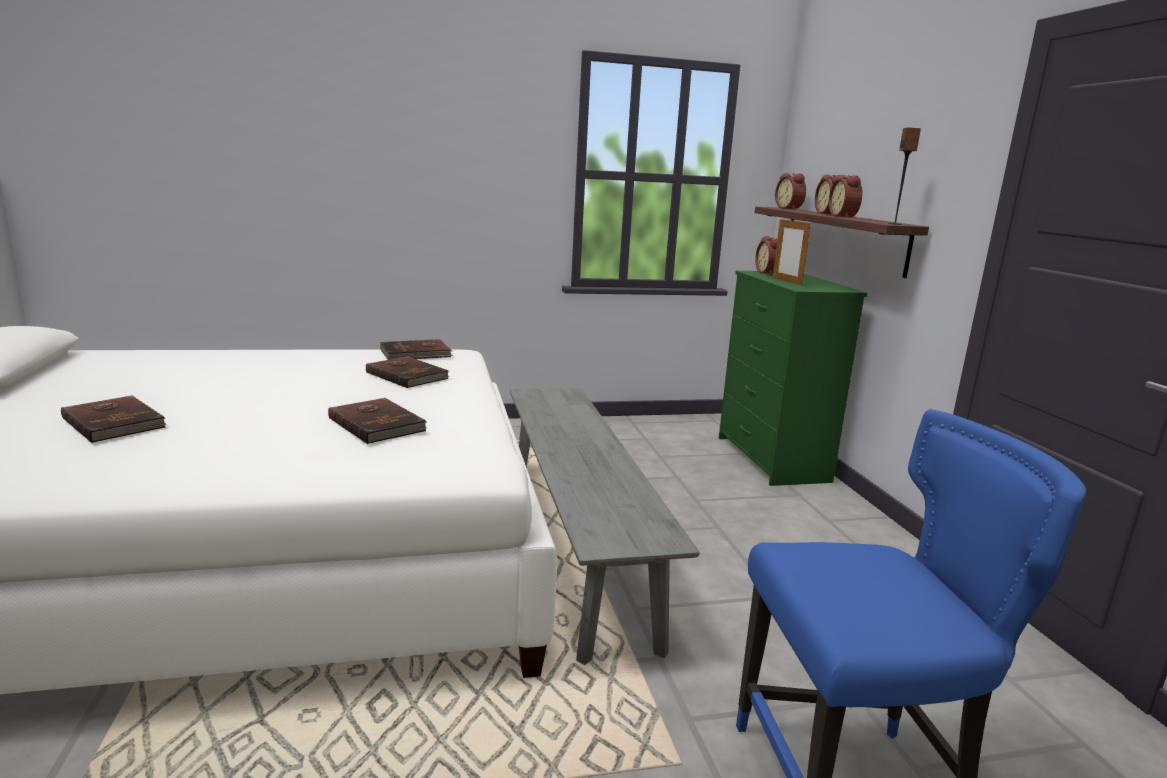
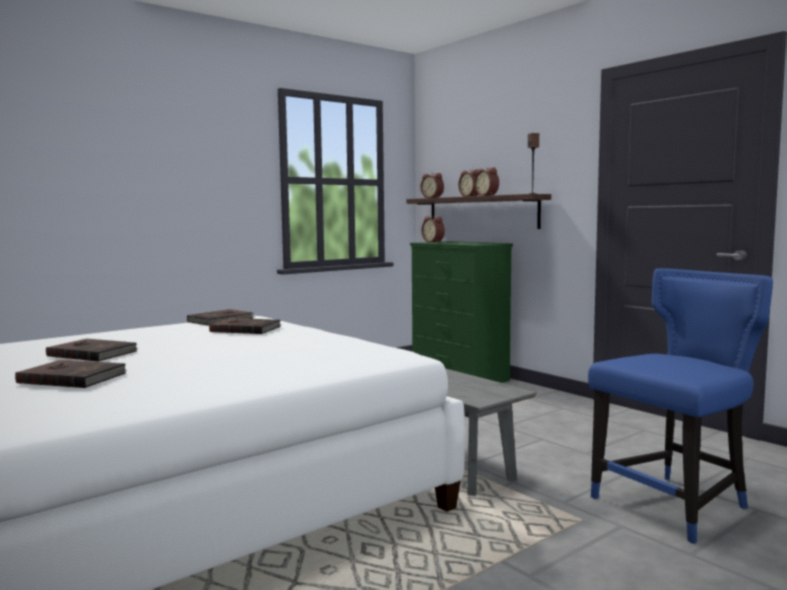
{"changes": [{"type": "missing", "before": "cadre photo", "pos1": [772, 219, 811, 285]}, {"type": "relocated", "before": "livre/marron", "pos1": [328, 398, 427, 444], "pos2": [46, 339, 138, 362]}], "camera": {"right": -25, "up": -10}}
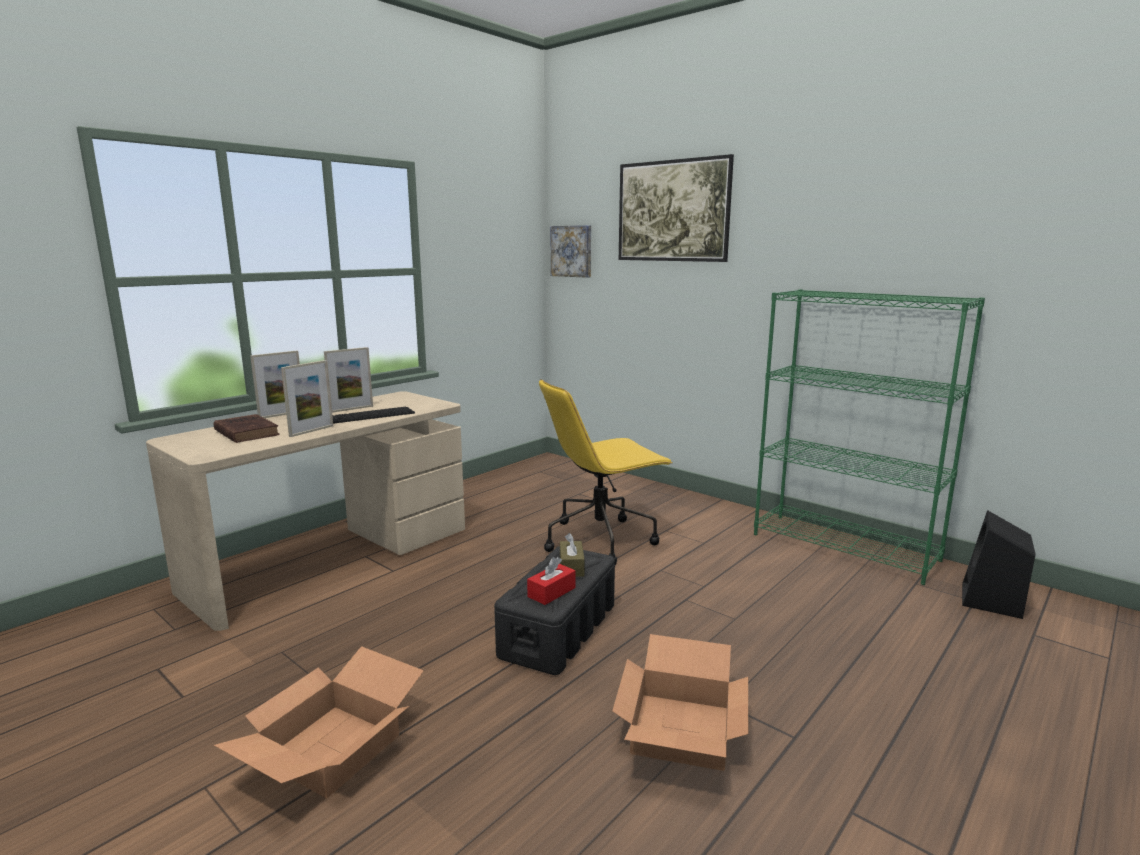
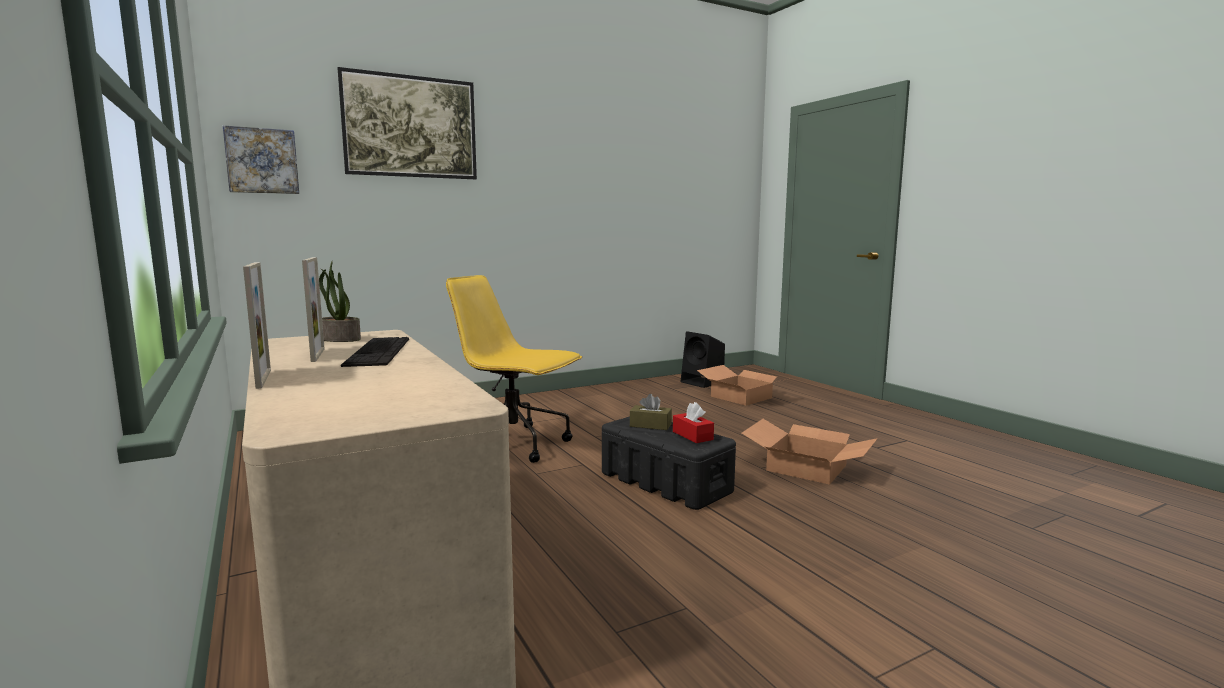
{"changes": [{"type": "missing", "before": "bibliothèque/vert", "pos1": [754, 289, 985, 585]}, {"type": "missing", "before": "cadre photo", "pos1": [281, 360, 333, 437]}, {"type": "spun", "before": "chaise de bureau/jaune", "pos1": [539, 379, 673, 565], "pos2": [446, 275, 582, 463], "turn": 120}, {"type": "missing", "before": "livre/marron", "pos1": [214, 414, 280, 443]}, {"type": "relocated", "before": "carton", "pos1": [214, 646, 424, 798], "pos2": [697, 365, 790, 406]}, {"type": "appeared", "after": "plante en pot", "pos2": [319, 260, 361, 342]}], "camera": {"right": -70, "up": -5}}
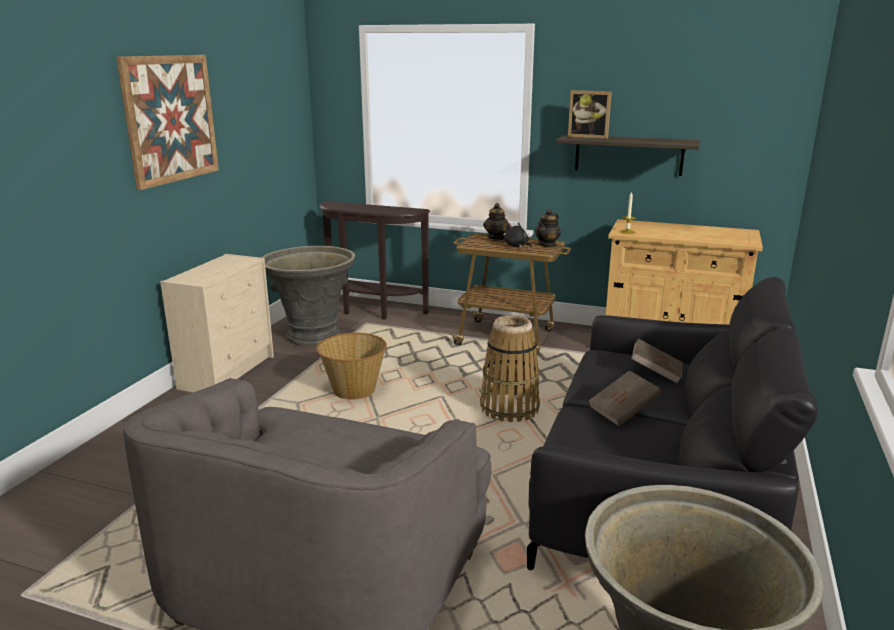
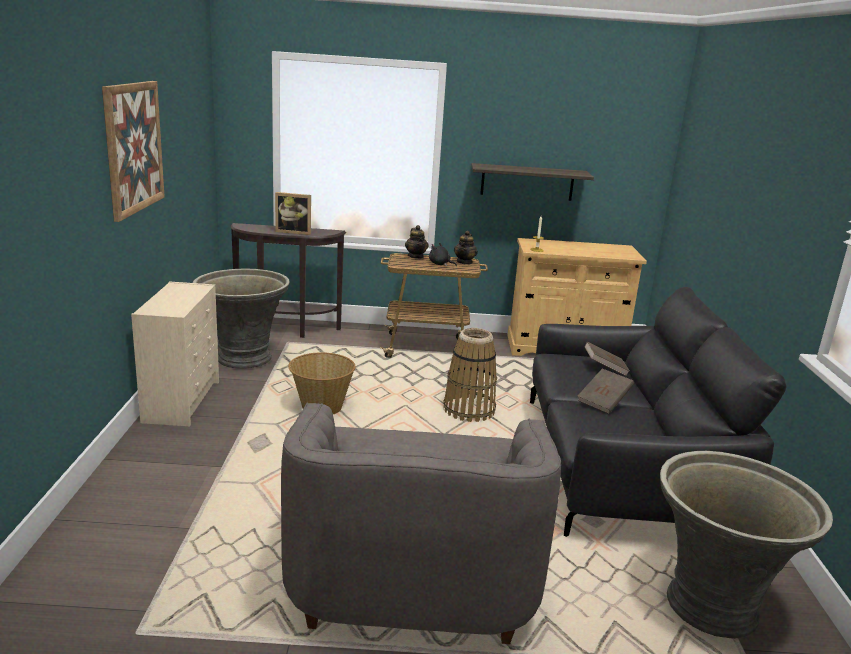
{"changes": [{"type": "relocated", "before": "cadre photo", "pos1": [568, 90, 612, 139], "pos2": [275, 192, 311, 235]}], "camera": {"right": -20, "up": 0}}
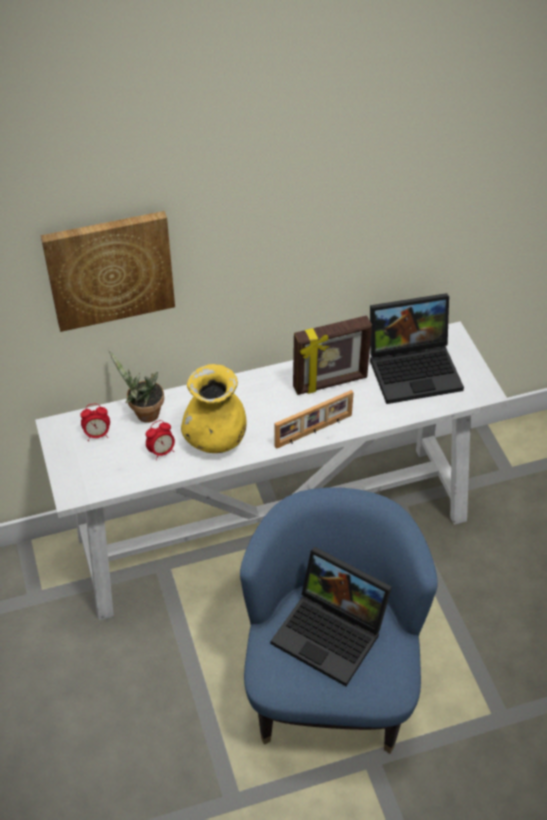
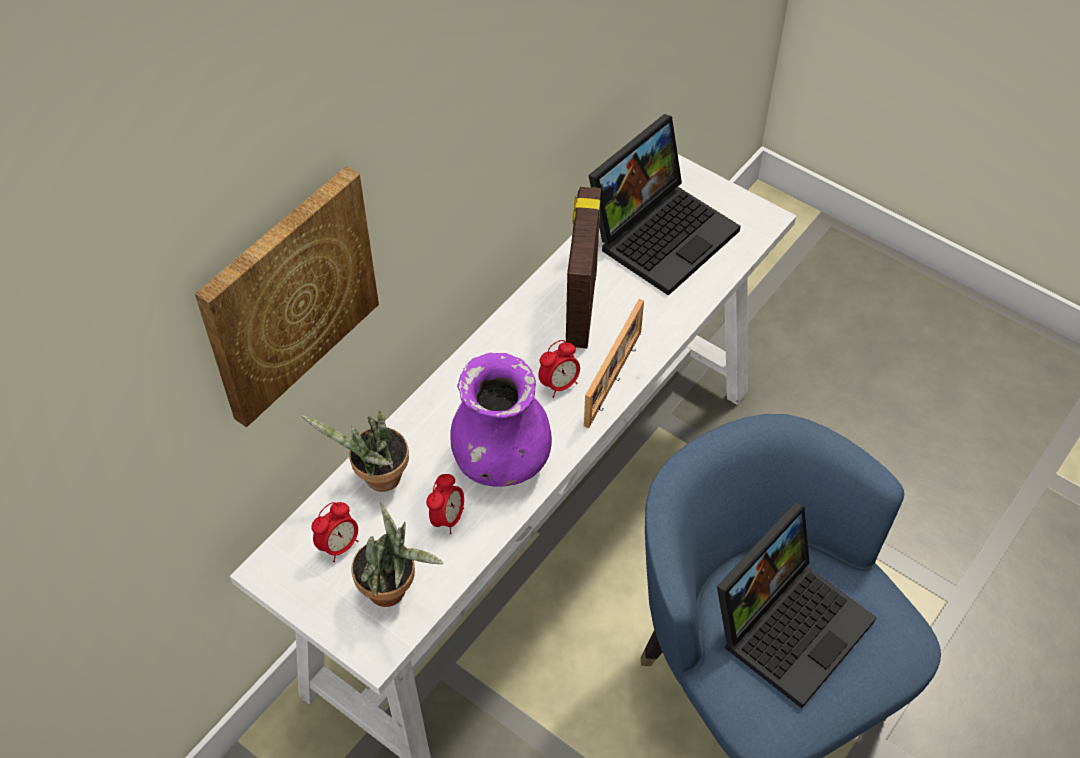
{"changes": [{"type": "spun", "before": "cadre photo", "pos1": [293, 315, 372, 395], "pos2": [566, 187, 601, 348], "turn": 150}, {"type": "colour", "before": "vase/jaune", "after": "vase/violet", "pos1": [181, 364, 247, 453], "pos2": [450, 353, 552, 487]}, {"type": "spun", "before": "ordinateur portable", "pos1": [271, 547, 392, 686], "pos2": [717, 502, 877, 708], "turn": -45}, {"type": "appeared", "after": "réveil", "pos2": [538, 340, 580, 398]}, {"type": "appeared", "after": "plante en pot", "pos2": [351, 503, 443, 607]}], "camera": {"right": -35, "up": 5}}
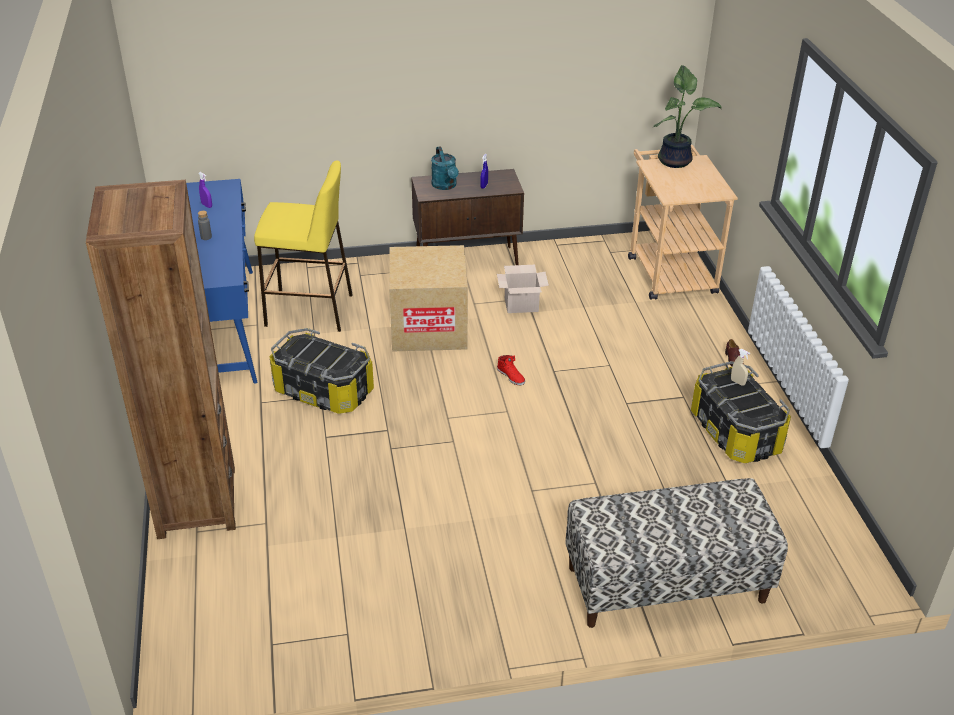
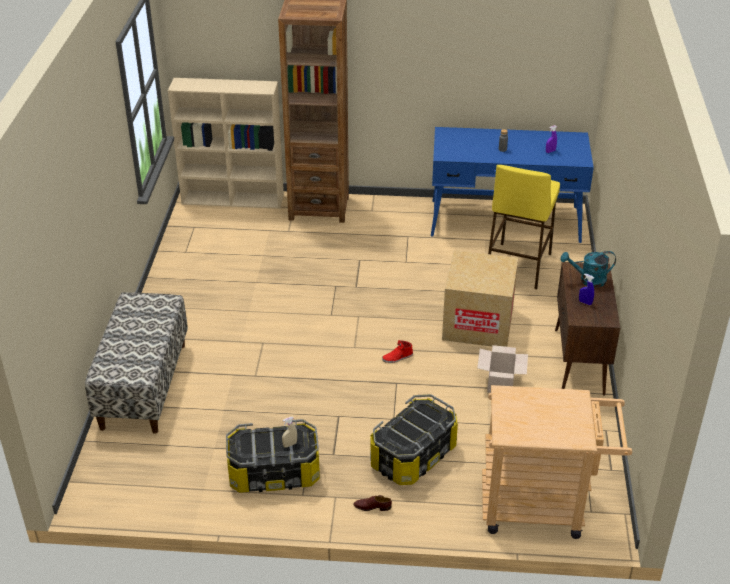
{"changes": [{"type": "missing", "before": "plante en pot", "pos1": [653, 65, 722, 168]}, {"type": "relocated", "before": "boîte de rangement", "pos1": [269, 328, 374, 414], "pos2": [370, 394, 458, 485]}, {"type": "appeared", "after": "bibliothèque/beige", "pos2": [168, 78, 284, 209]}], "camera": {"right": 105, "up": 0}}
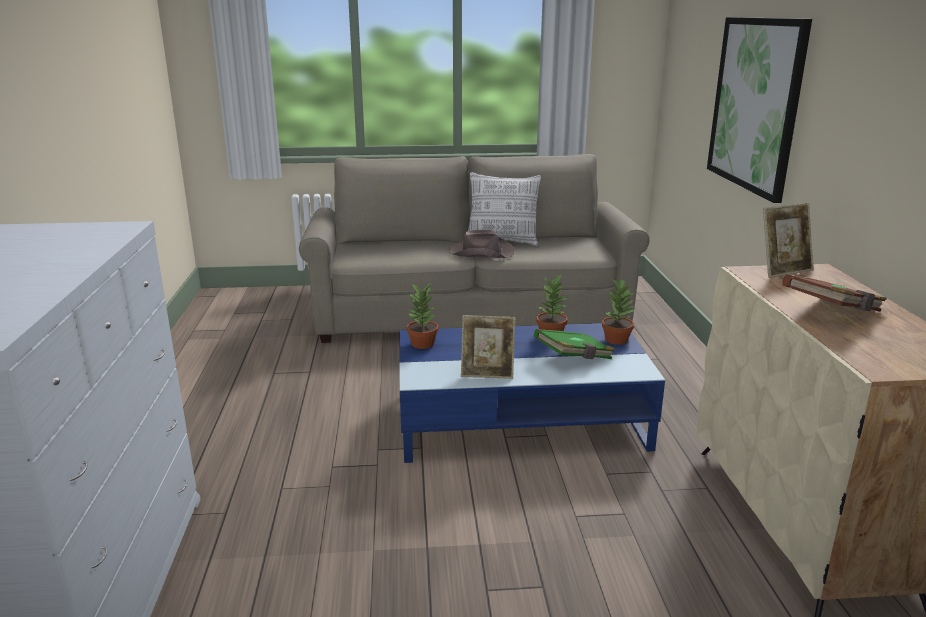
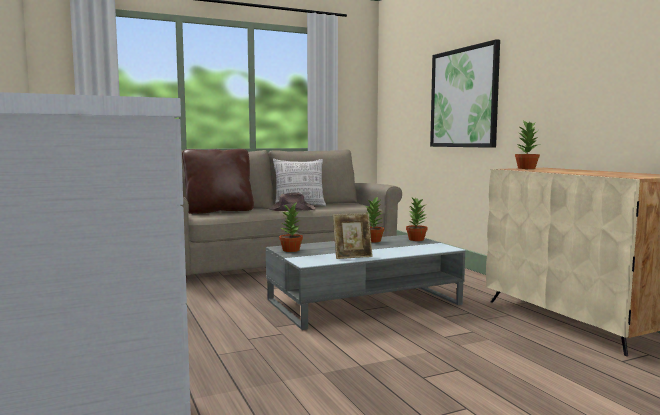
{"changes": [{"type": "exchanged", "before": "cadre photo", "after": "plante en pot", "pos1": [763, 203, 814, 278], "pos2": [515, 120, 540, 169]}, {"type": "missing", "before": "livre/marron", "pos1": [782, 274, 887, 312]}, {"type": "colour", "before": "table basse/bleu", "after": "table basse/gris", "pos1": [399, 323, 665, 463], "pos2": [266, 235, 465, 330]}, {"type": "missing", "before": "livre/vert", "pos1": [534, 329, 615, 359]}, {"type": "appeared", "after": "coussin/marron", "pos2": [182, 149, 254, 214]}], "camera": {"right": -20, "up": -15}}
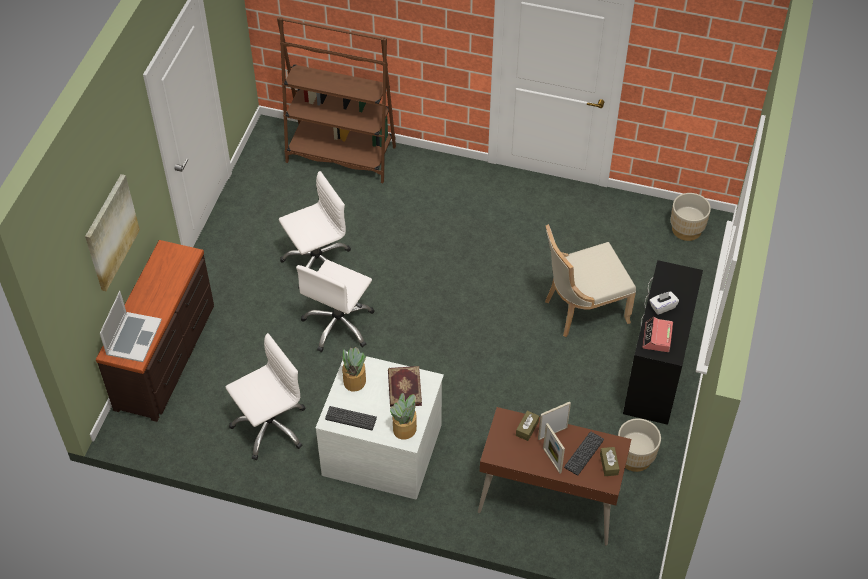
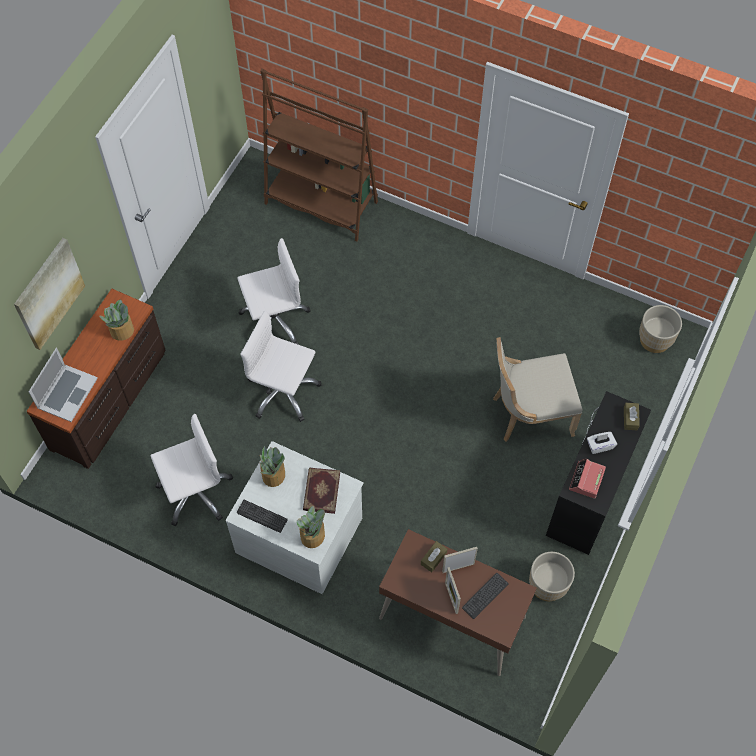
{"changes": [{"type": "spun", "before": "chaise de bureau/blanc", "pos1": [296, 259, 375, 352], "pos2": [240, 310, 322, 422], "turn": 75}, {"type": "relocated", "before": "boîte à mouchoirs/marron", "pos1": [600, 447, 620, 476], "pos2": [624, 403, 640, 430]}, {"type": "appeared", "after": "plante en pot", "pos2": [99, 300, 134, 341]}], "camera": {"right": 10, "up": 10}}
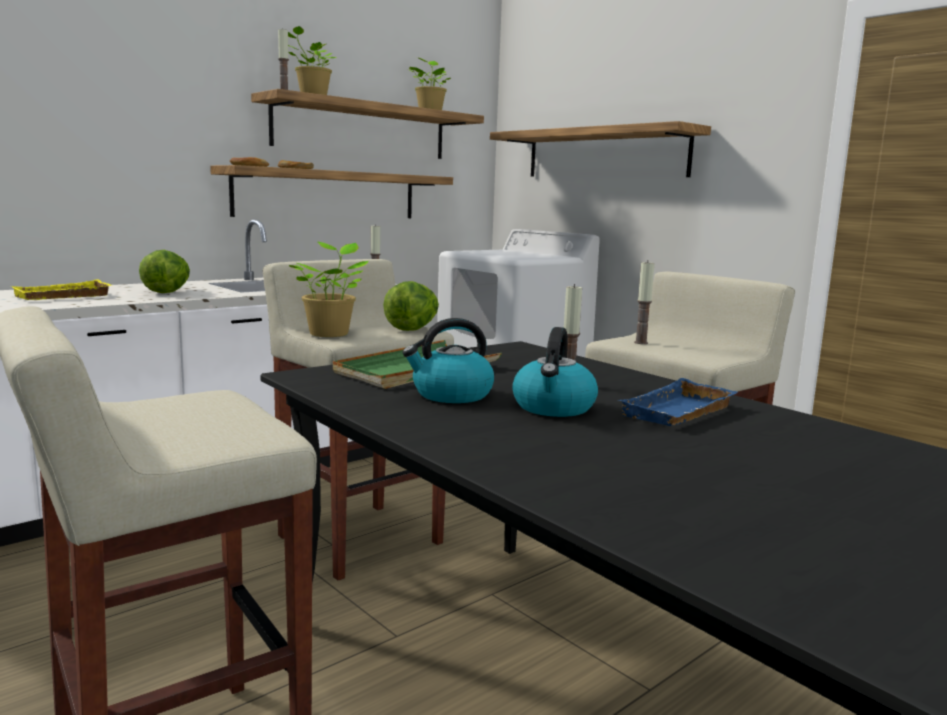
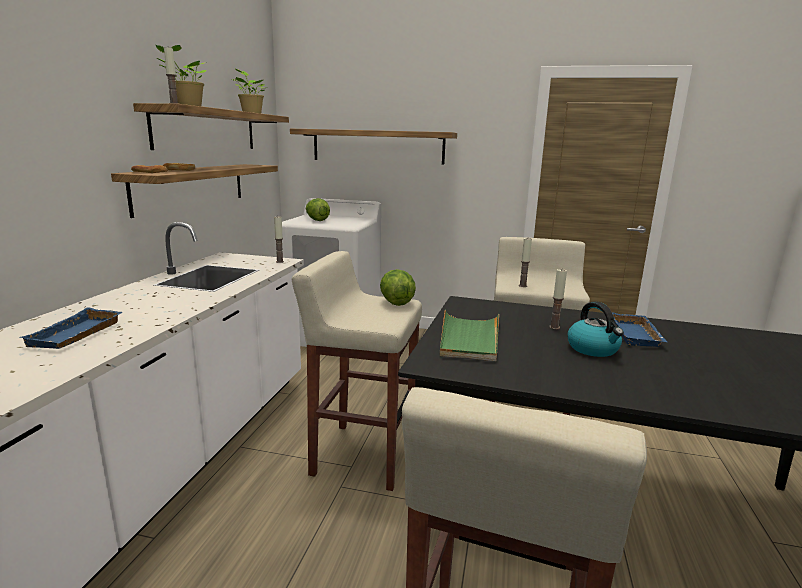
{"changes": [{"type": "missing", "before": "plante en pot", "pos1": [289, 242, 369, 337]}, {"type": "relocated", "before": "laitue", "pos1": [139, 250, 190, 293], "pos2": [306, 198, 330, 221]}, {"type": "colour", "before": "plateau/jaune", "after": "plateau/bleu", "pos1": [11, 280, 111, 300], "pos2": [19, 307, 122, 349]}, {"type": "missing", "before": "bouilloire", "pos1": [402, 318, 494, 403]}], "camera": {"right": -35, "up": 5}}
